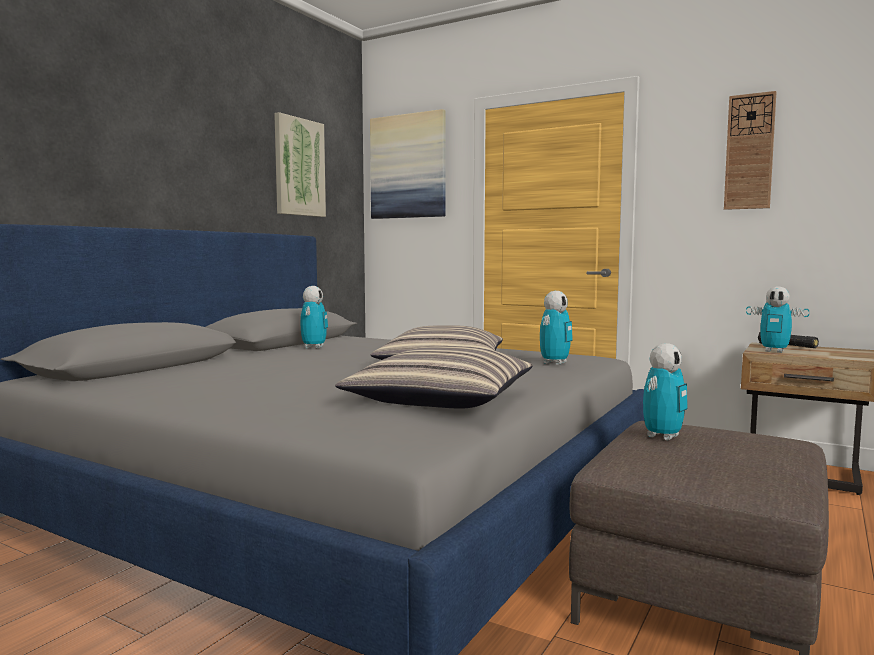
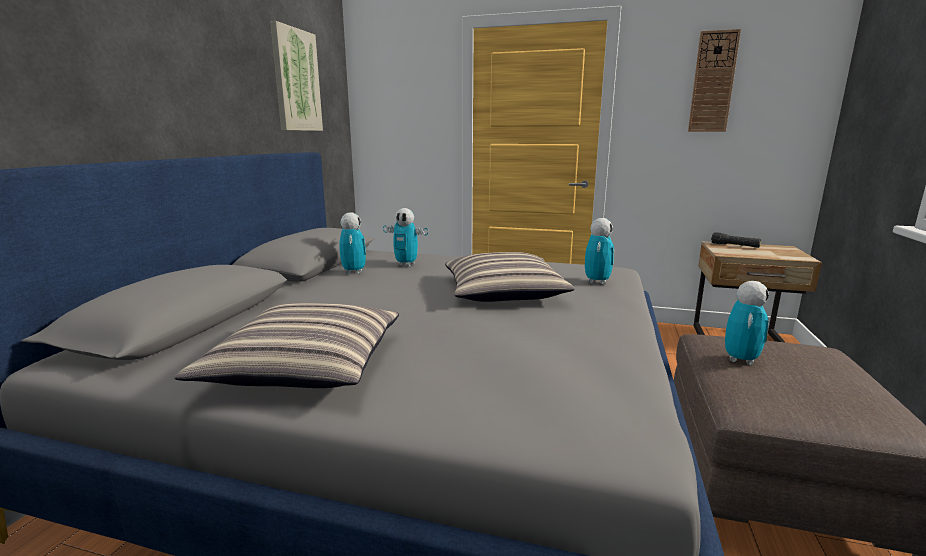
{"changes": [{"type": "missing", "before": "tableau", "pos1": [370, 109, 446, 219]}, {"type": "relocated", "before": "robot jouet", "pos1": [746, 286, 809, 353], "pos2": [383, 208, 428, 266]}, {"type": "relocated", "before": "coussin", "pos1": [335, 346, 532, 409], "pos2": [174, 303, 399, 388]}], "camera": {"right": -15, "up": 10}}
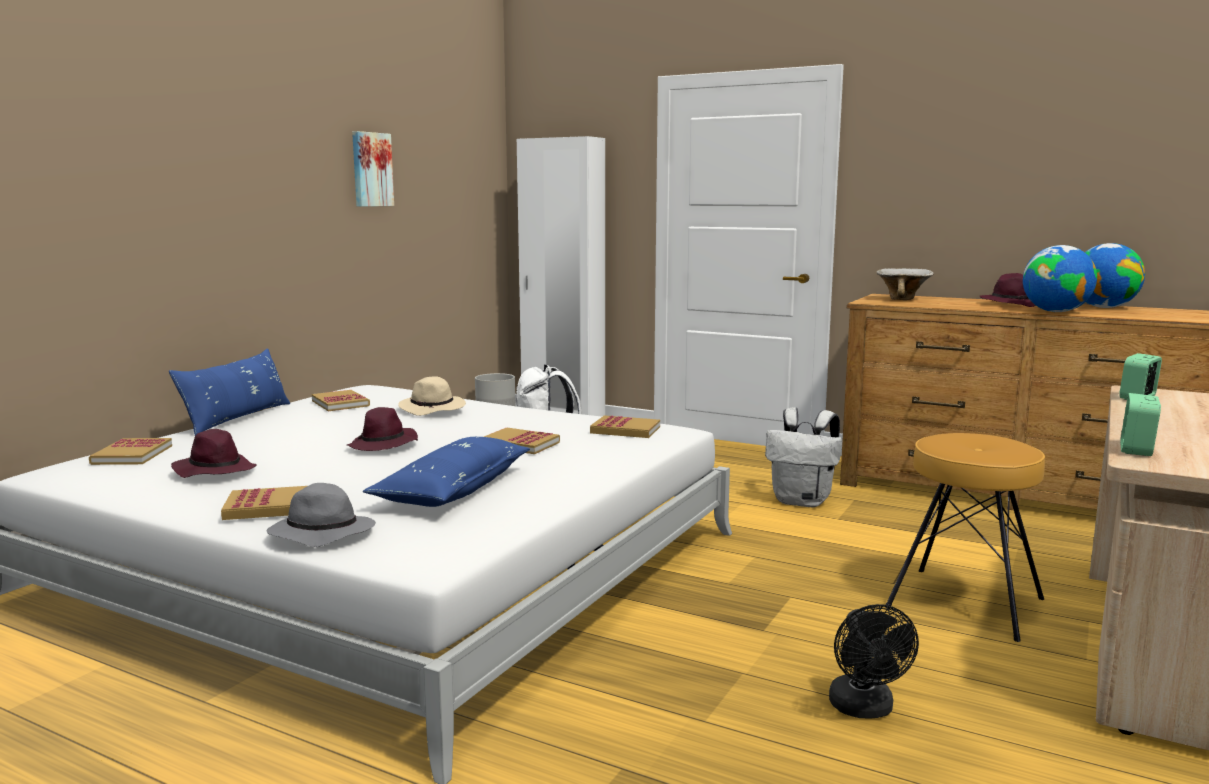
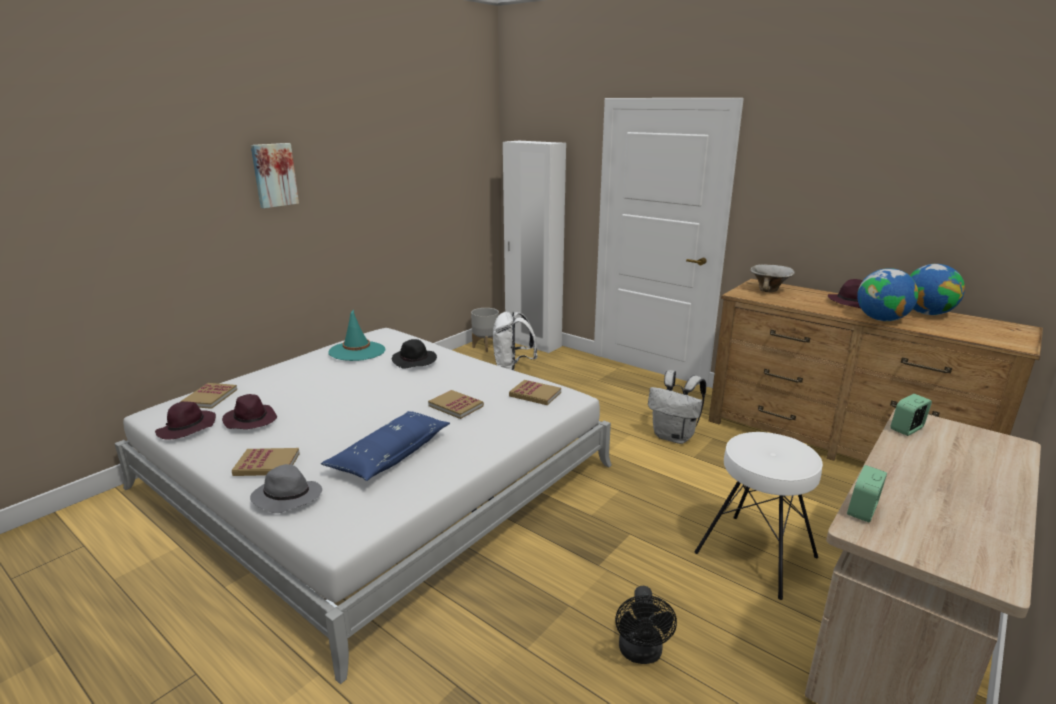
{"changes": [{"type": "relocated", "before": "tableau", "pos1": [352, 131, 394, 207], "pos2": [251, 143, 299, 208]}, {"type": "missing", "before": "coussin/bleu", "pos1": [169, 348, 290, 436]}, {"type": "colour", "before": "chapeau/beige", "after": "chapeau/noir", "pos1": [398, 377, 466, 416], "pos2": [392, 339, 437, 369]}, {"type": "exchanged", "before": "livre", "after": "chapeau/turquoise", "pos1": [312, 390, 370, 411], "pos2": [328, 309, 385, 361]}, {"type": "relocated", "before": "chapeau/violet", "pos1": [347, 407, 418, 451], "pos2": [155, 402, 216, 439]}, {"type": "colour", "before": "tabouret/marron", "after": "tabouret/blanc", "pos1": [885, 433, 1045, 642], "pos2": [694, 432, 823, 600]}], "camera": {"right": 10, "up": 10}}
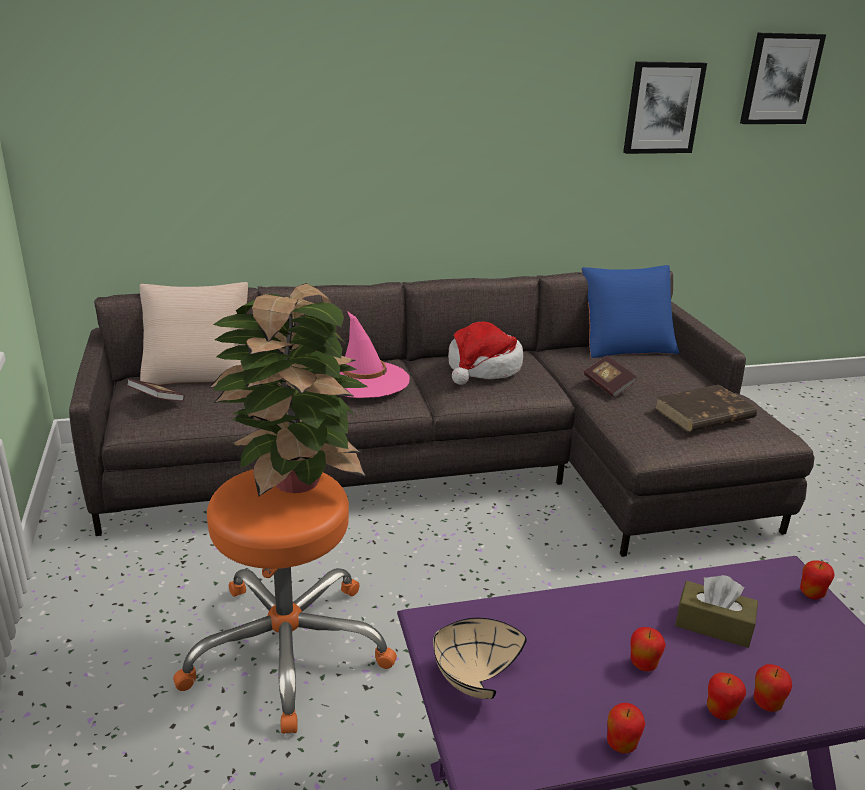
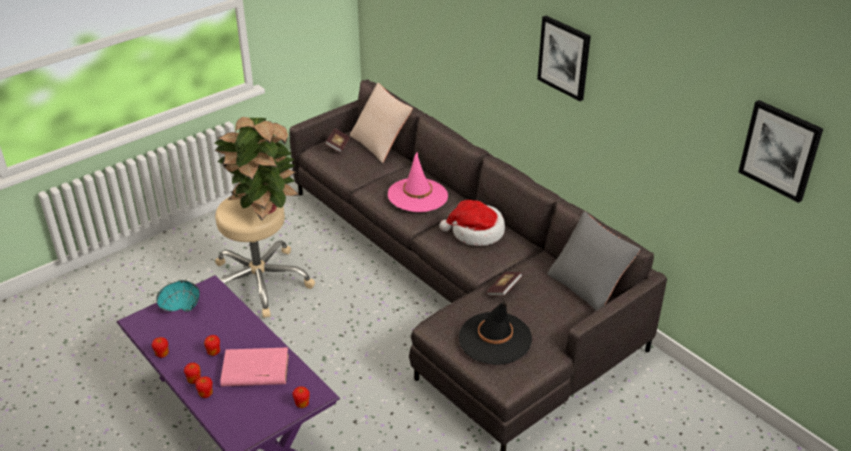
{"changes": [{"type": "relocated", "before": "tableau", "pos1": [623, 61, 707, 154], "pos2": [537, 16, 591, 101]}, {"type": "colour", "before": "coussin/bleu", "after": "coussin/gris", "pos1": [582, 265, 679, 358], "pos2": [547, 211, 641, 311]}, {"type": "exchanged", "before": "livre/marron", "after": "chapeau/noir", "pos1": [654, 384, 757, 432], "pos2": [459, 302, 532, 365]}, {"type": "colour", "before": "tabouret/orange", "after": "tabouret/beige", "pos1": [173, 469, 397, 734], "pos2": [215, 196, 315, 318]}, {"type": "exchanged", "before": "boîte à mouchoirs/marron", "after": "livre/rose", "pos1": [675, 575, 758, 648], "pos2": [220, 347, 289, 386]}, {"type": "colour", "before": "bol/beige", "after": "bol/turquoise", "pos1": [433, 618, 527, 699], "pos2": [156, 280, 200, 312]}], "camera": {"right": 65, "up": 10}}
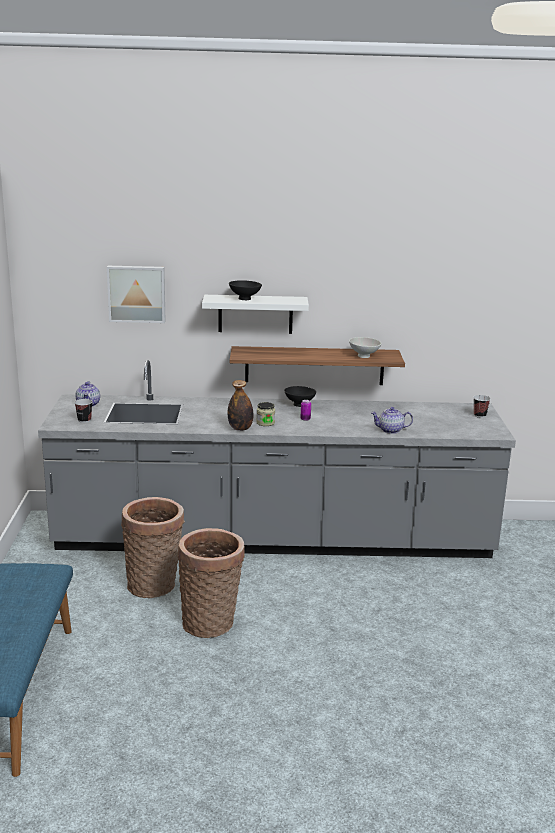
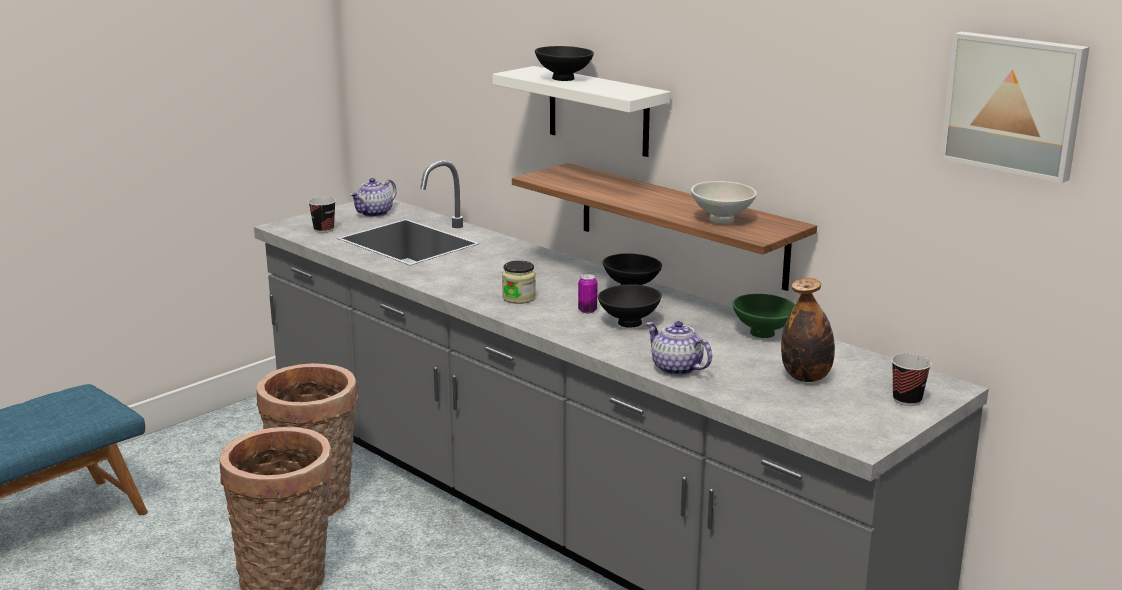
{"changes": [{"type": "relocated", "before": "tableau", "pos1": [107, 266, 166, 323], "pos2": [940, 31, 1090, 183]}, {"type": "relocated", "before": "bouteille", "pos1": [228, 380, 253, 431], "pos2": [781, 278, 835, 382]}, {"type": "appeared", "after": "bol/noir", "pos2": [598, 284, 662, 328]}, {"type": "appeared", "after": "bol/vert", "pos2": [732, 294, 796, 338]}], "camera": {"right": 45, "up": 0}}
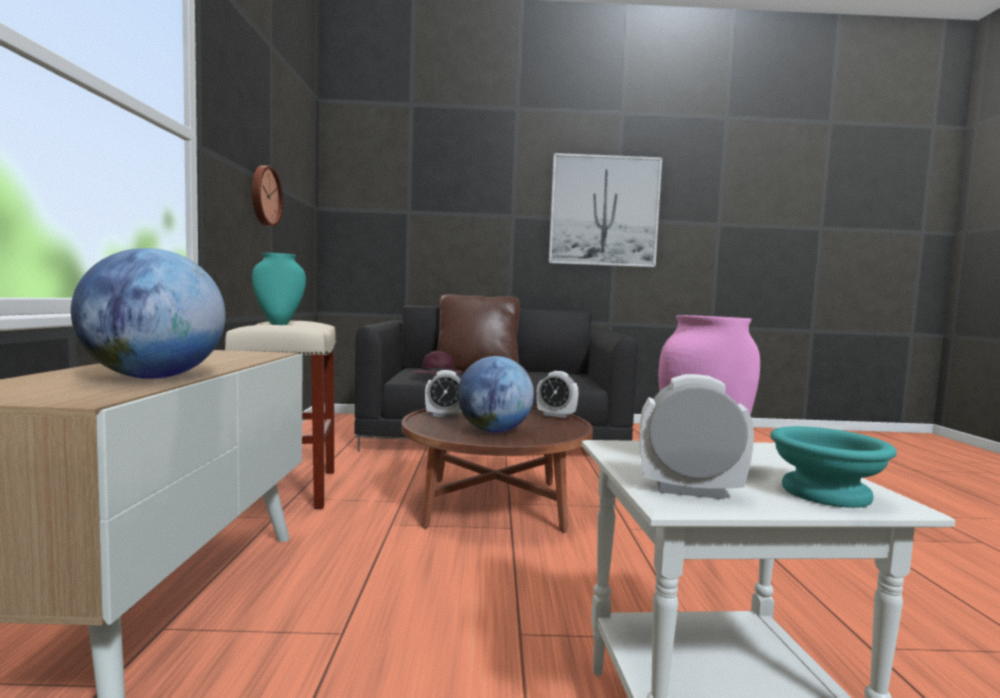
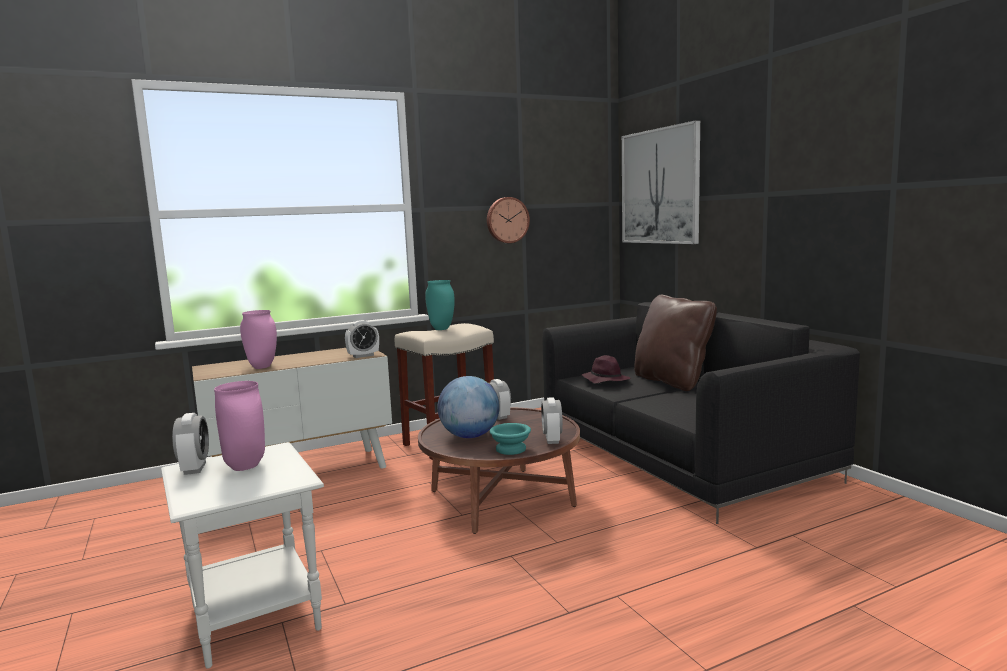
{"changes": [{"type": "relocated", "before": "tableau", "pos1": [549, 153, 662, 267], "pos2": [622, 120, 700, 244]}, {"type": "exchanged", "before": "globe", "after": "vase/rose", "pos1": [71, 248, 226, 379], "pos2": [240, 310, 277, 369]}, {"type": "relocated", "before": "bol/turquoise", "pos1": [770, 426, 897, 508], "pos2": [490, 423, 531, 455]}, {"type": "appeared", "after": "réveil", "pos2": [345, 320, 379, 358]}], "camera": {"right": 65, "up": 5}}
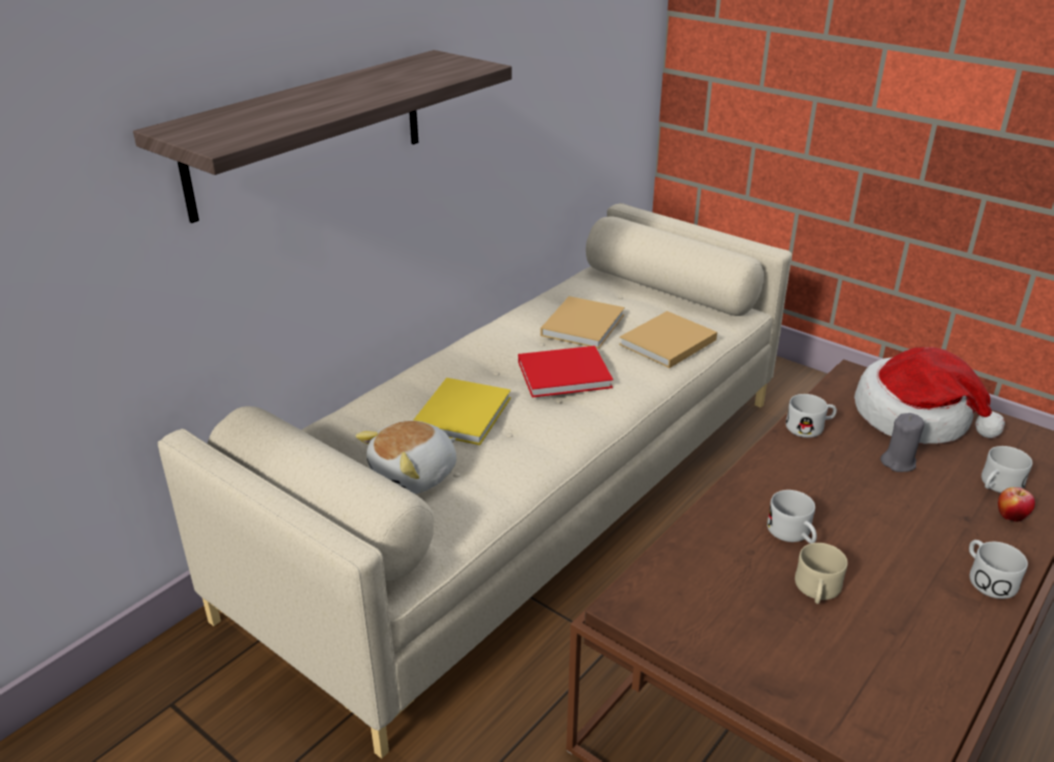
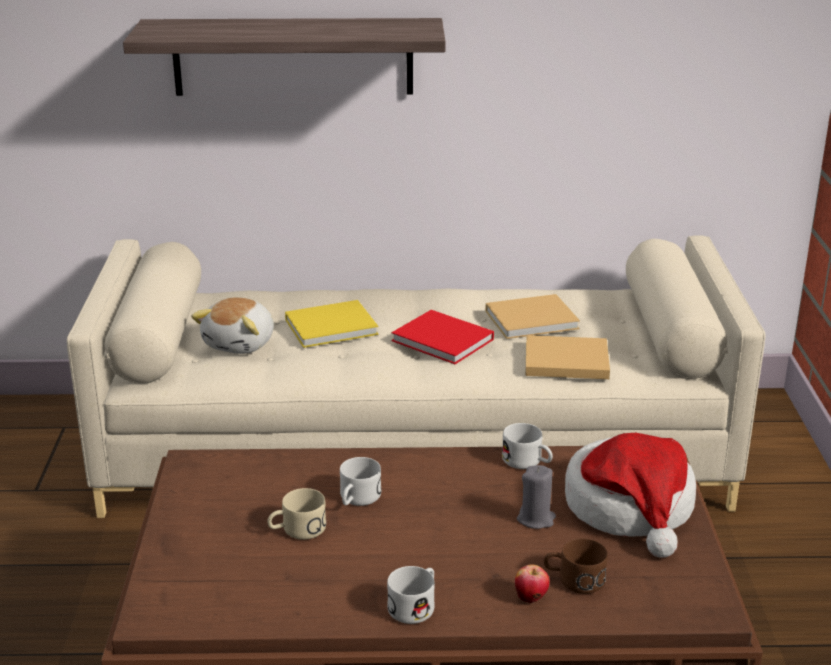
{"changes": [{"type": "spun", "before": "peluche", "pos1": [355, 421, 456, 494], "pos2": [191, 297, 274, 354], "turn": -75}, {"type": "colour", "before": "mug/blanc", "after": "mug/marron", "pos1": [981, 446, 1033, 493], "pos2": [544, 538, 608, 594]}], "camera": {"right": 50, "up": -5}}
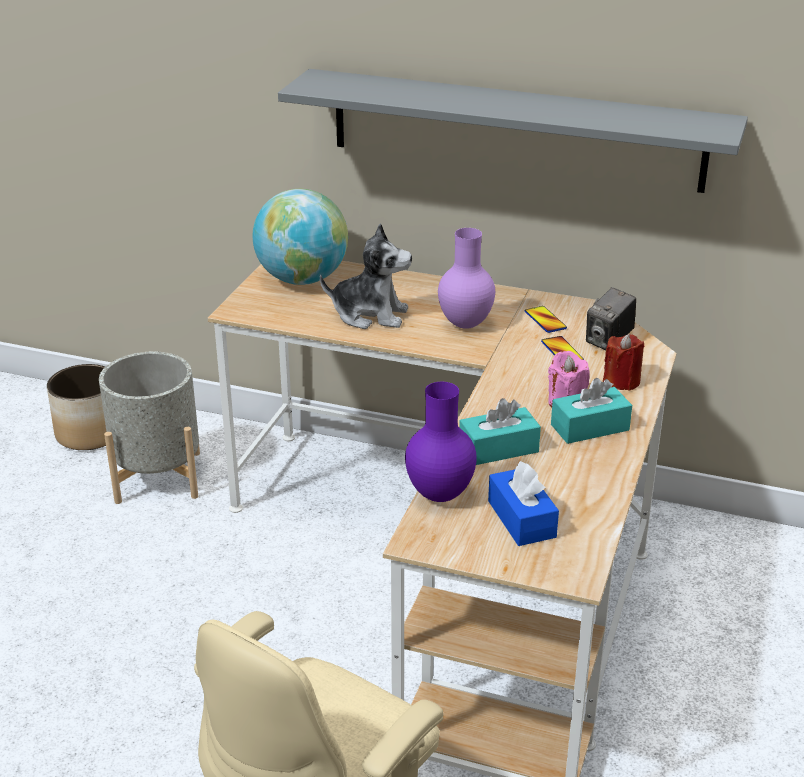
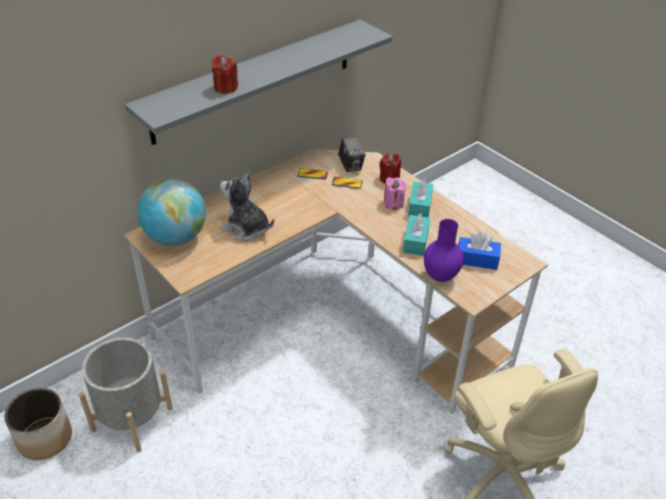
{"changes": [{"type": "spun", "before": "peluche", "pos1": [320, 223, 412, 329], "pos2": [220, 172, 274, 241], "turn": -105}, {"type": "missing", "before": "vase/violet", "pos1": [438, 228, 495, 329]}, {"type": "appeared", "after": "bougie/rouge", "pos2": [212, 55, 238, 94]}], "camera": {"right": -60, "up": 10}}
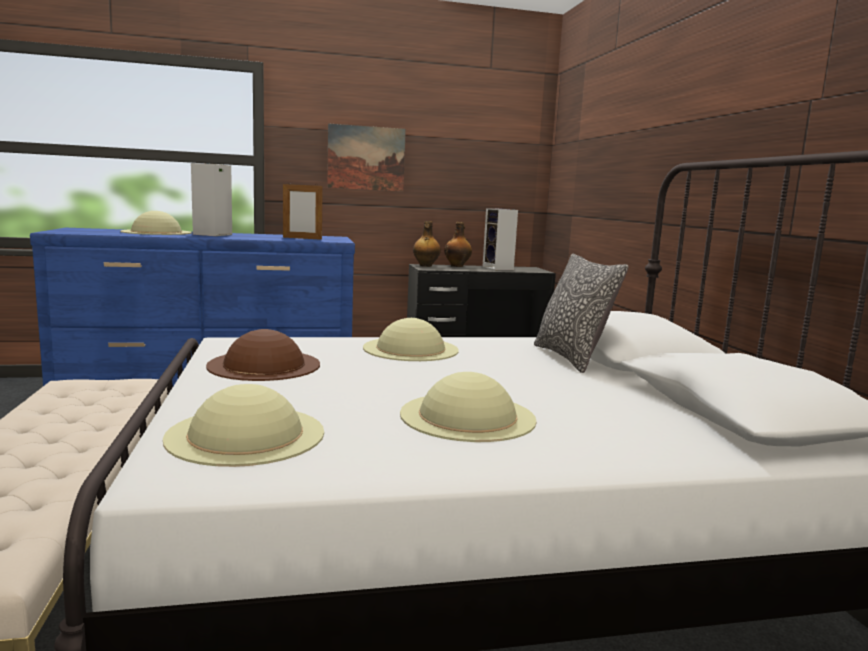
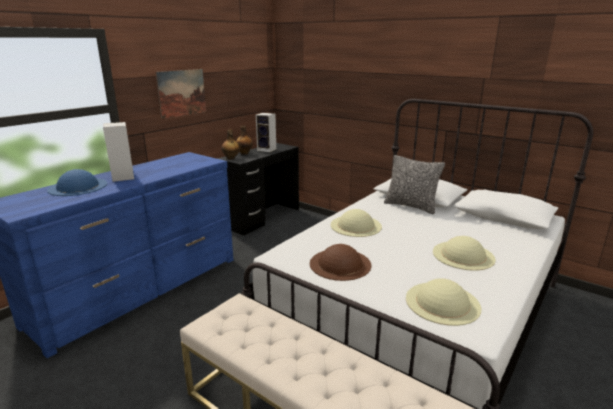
{"changes": [{"type": "missing", "before": "cadre photo", "pos1": [283, 184, 323, 240]}, {"type": "colour", "before": "chapeau/beige", "after": "chapeau/bleu", "pos1": [120, 211, 192, 235], "pos2": [47, 169, 107, 196]}], "camera": {"right": -40, "up": 10}}
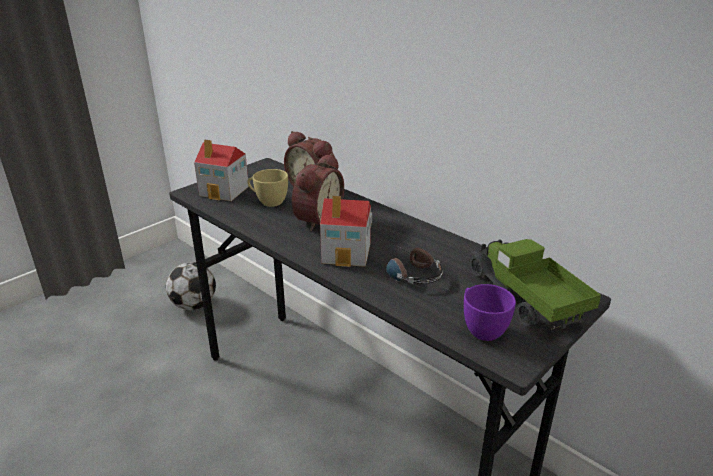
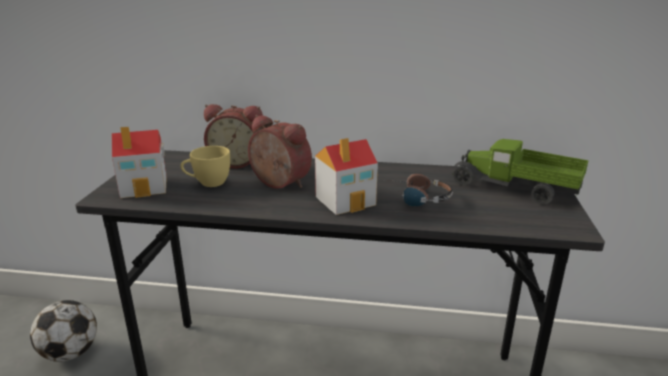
{"changes": [{"type": "spun", "before": "réveil", "pos1": [292, 153, 344, 231], "pos2": [248, 115, 312, 189], "turn": -45}, {"type": "missing", "before": "tasse/violet", "pos1": [464, 284, 516, 341]}], "camera": {"right": -35, "up": -5}}
